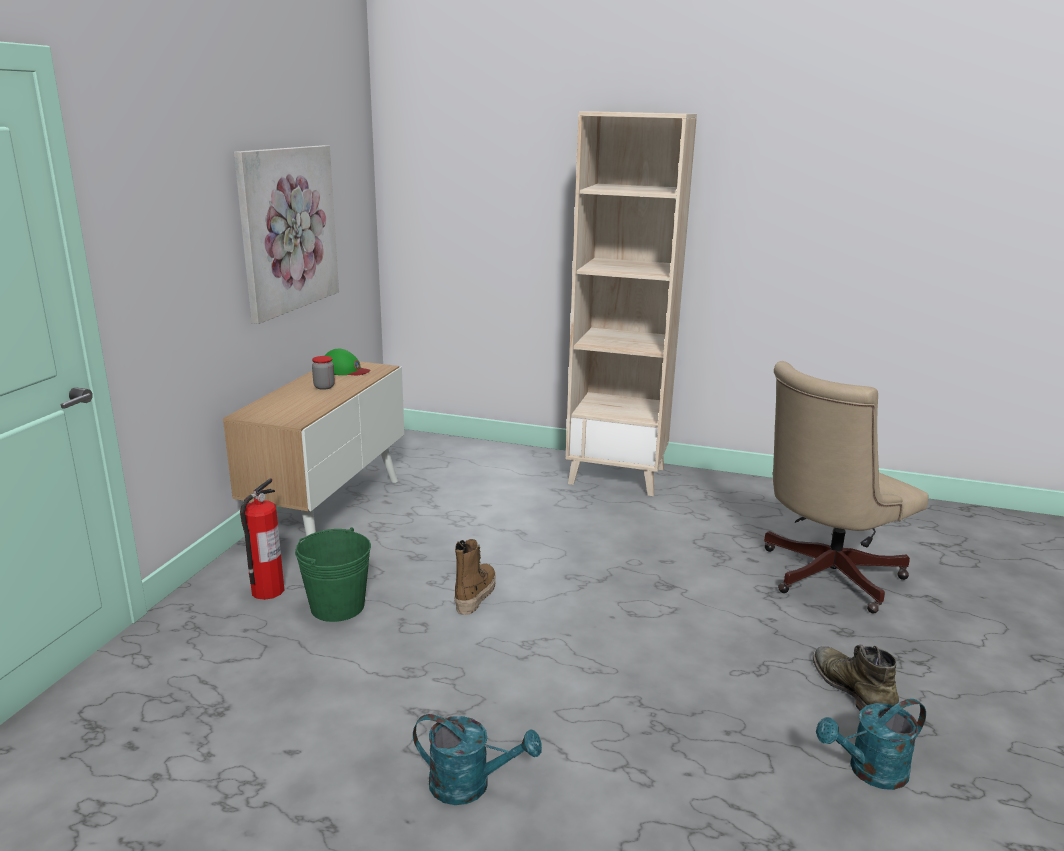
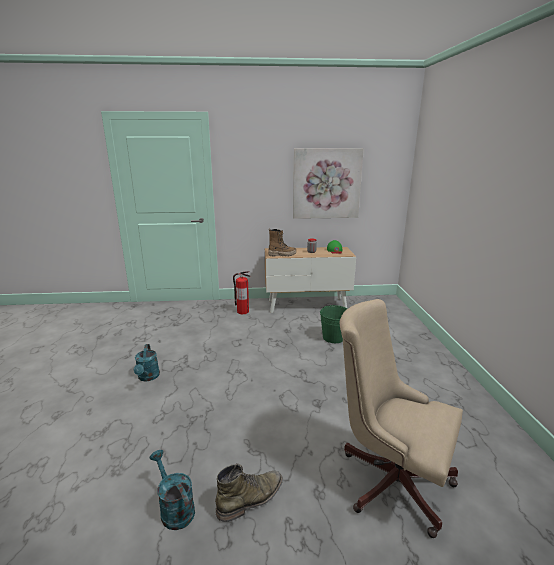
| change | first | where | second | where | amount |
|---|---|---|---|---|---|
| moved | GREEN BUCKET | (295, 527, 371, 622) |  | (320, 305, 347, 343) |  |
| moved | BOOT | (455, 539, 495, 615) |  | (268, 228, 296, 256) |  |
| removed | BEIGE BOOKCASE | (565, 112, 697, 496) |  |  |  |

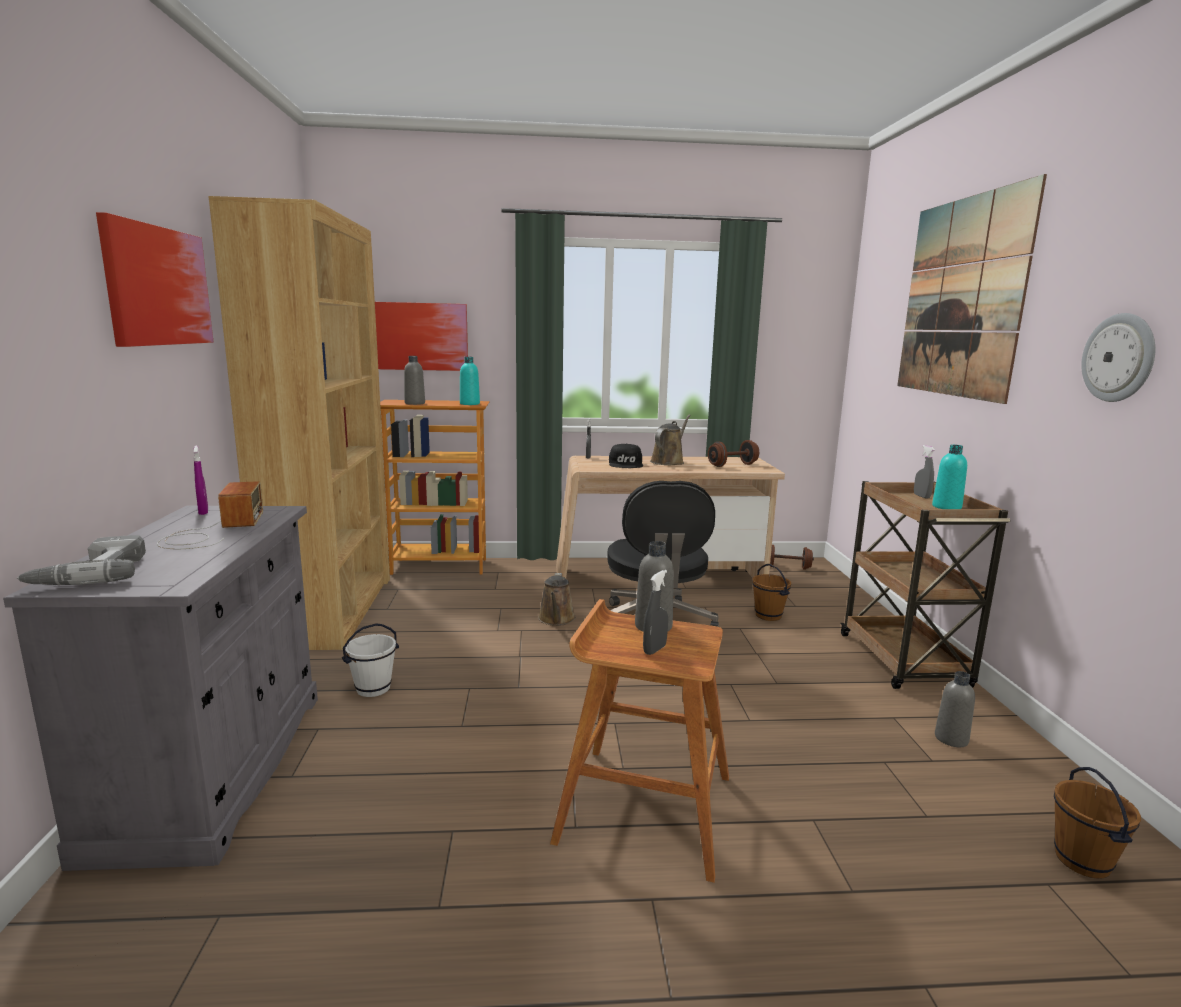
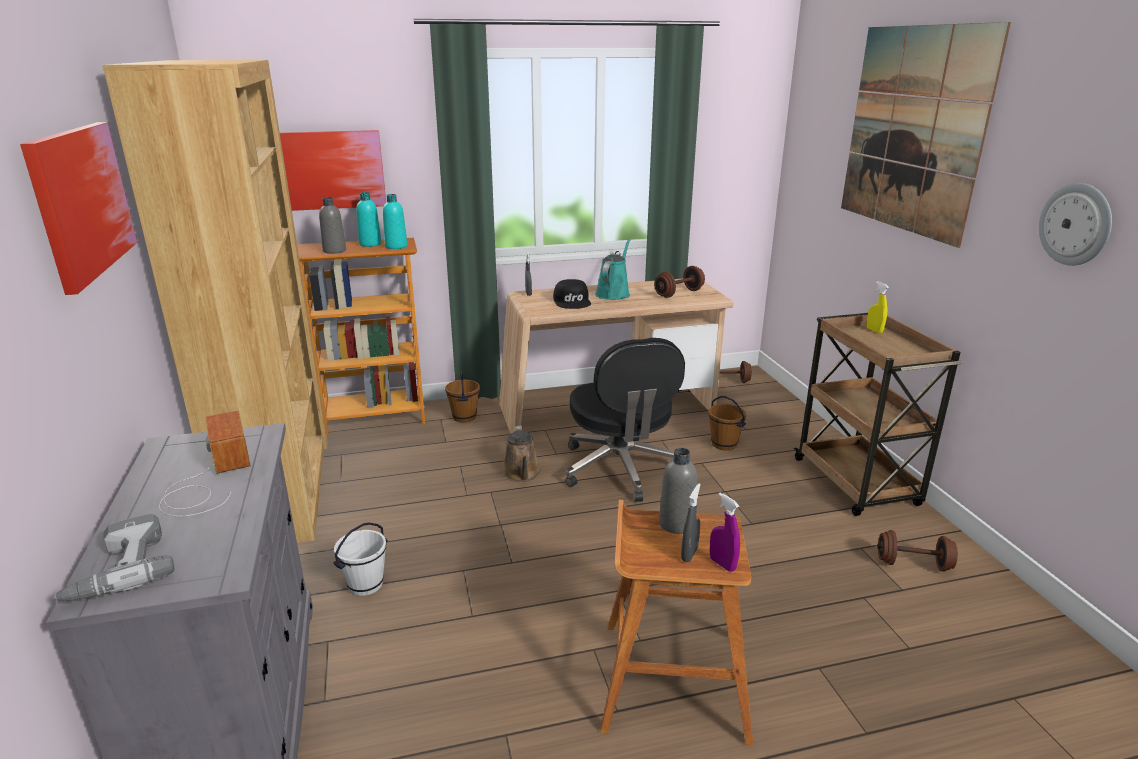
| change | first | where | second | where | amount |
|---|---|---|---|---|---|
| moved | PURPLE SPRAY BOTTLE | (193, 446, 208, 515) |  | (710, 493, 740, 572) |  |
| recoloured | BROWN WATERING CAN | (650, 415, 691, 465) | TURQUOISE WATERING CAN | (595, 239, 630, 300) |  |
| recoloured | GREY SPRAY BOTTLE | (914, 445, 935, 499) | YELLOW SPRAY BOTTLE | (866, 281, 889, 333) |  |
| moved | TURQUOISE BOTTLE | (932, 445, 967, 509) |  | (356, 192, 382, 247) |  |
| replaced | GREY BOTTLE | (935, 671, 975, 747) | BROWN DUMBBELL | (877, 530, 958, 572) |  |
| moved | BROWN BUCKET | (1054, 767, 1141, 879) |  | (445, 371, 480, 422) |  |

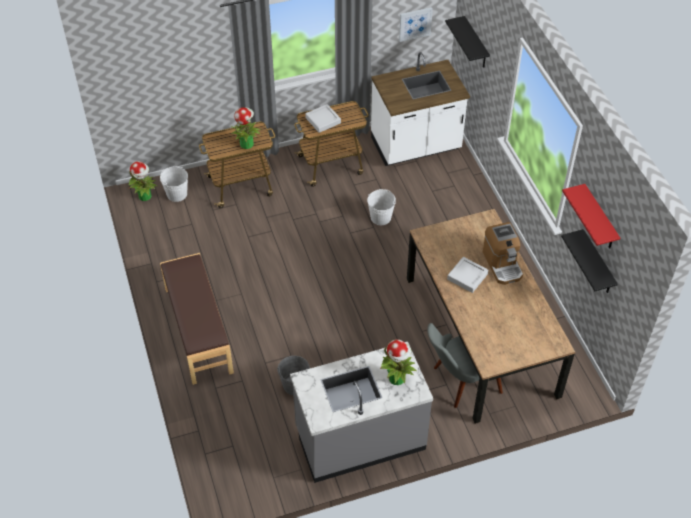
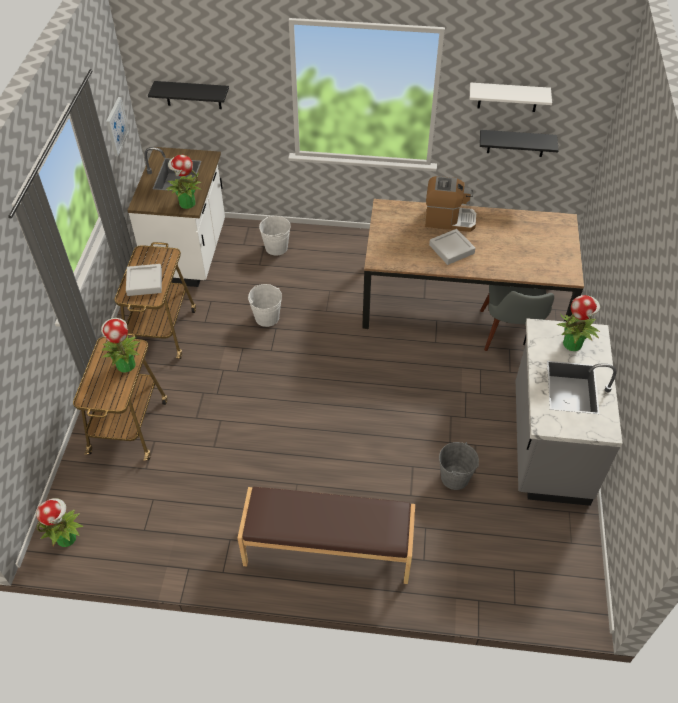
| change | first | where | second | where | amount |
|---|---|---|---|---|---|
| moved | WHITE BUCKET | (160, 167, 188, 202) |  | (259, 216, 291, 256) |  |
| recoloured | RED SHELF | (562, 184, 620, 249) | WHITE SHELF | (470, 83, 552, 112) |  |
| added |  |  | POTTED PLANT | (165, 155, 202, 209) |  |

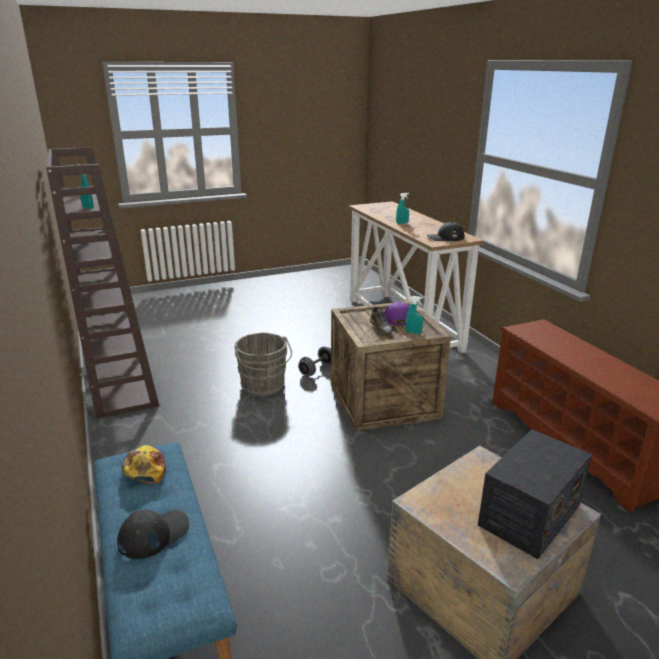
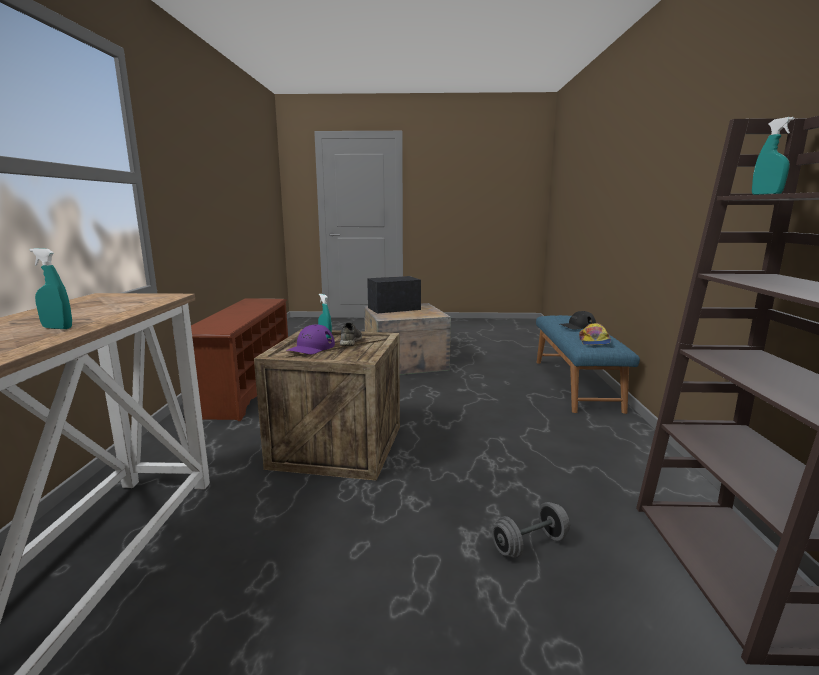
| change | first | where | second | where | amount |
|---|---|---|---|---|---|
| removed | GREY BUCKET | (234, 333, 292, 396) |  |  |  |
| moved | GREY DUMBBELL | (298, 347, 331, 376) |  | (492, 502, 570, 558) |  |
| removed | BLACK CAP | (427, 222, 464, 241) |  |  |  |

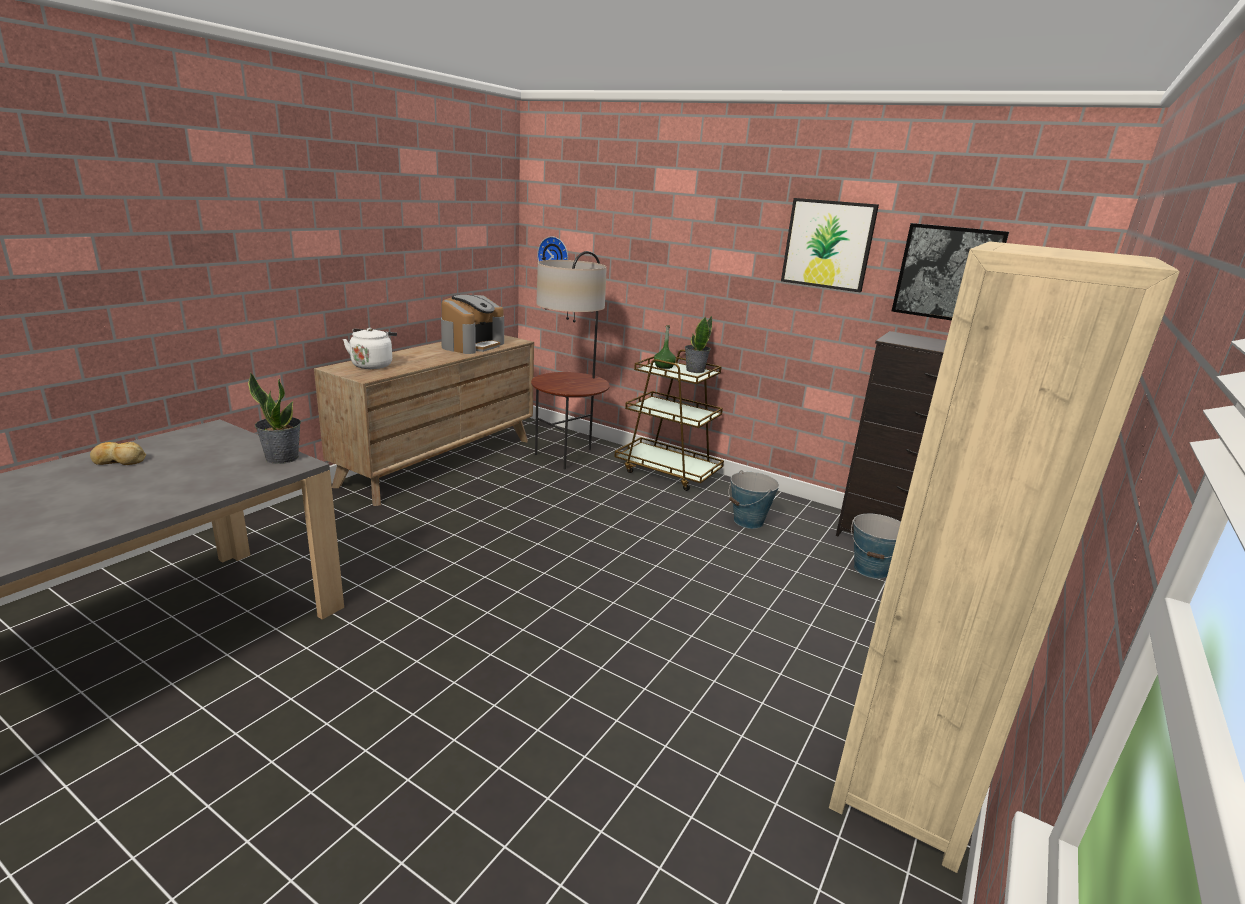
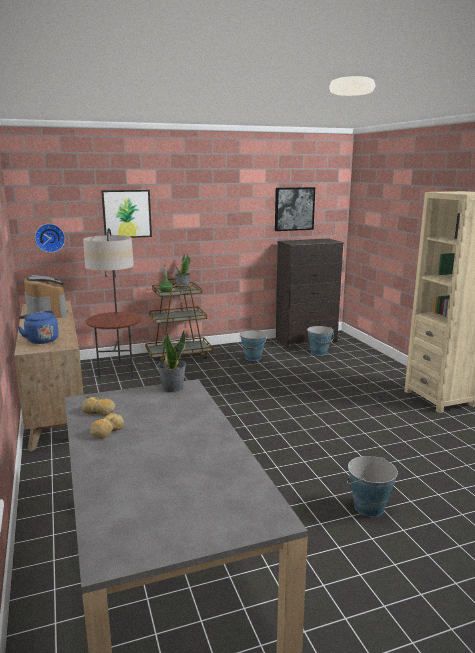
| change | first | where | second | where | amount |
|---|---|---|---|---|---|
| recoloured | WHITE KETTLE | (343, 328, 397, 369) | BLUE KETTLE | (18, 310, 59, 344) |  |
| moved | PICTURE | (781, 198, 879, 292) |  | (101, 190, 152, 238) |  |
| added |  |  | BREAD | (82, 397, 115, 416) |  |
| added |  |  | BUCKET | (347, 456, 398, 517) |  |

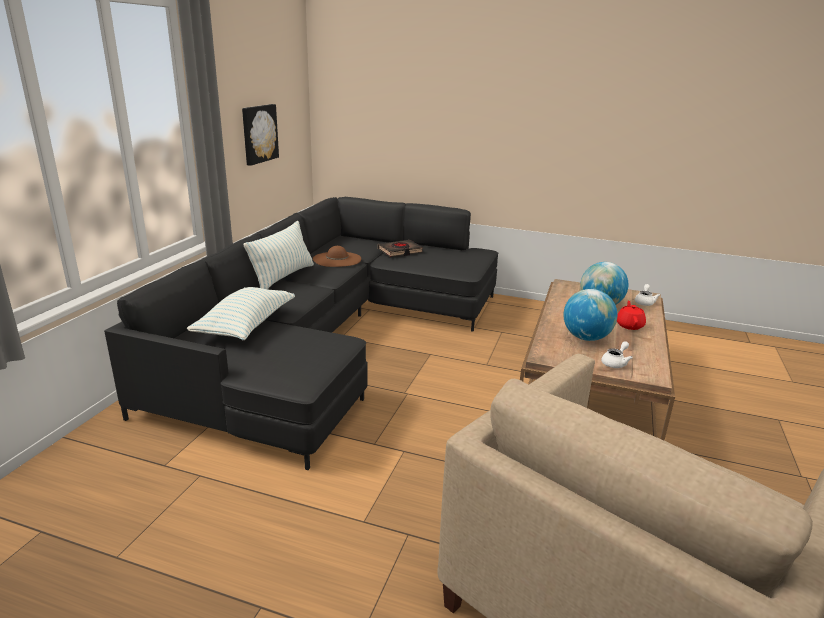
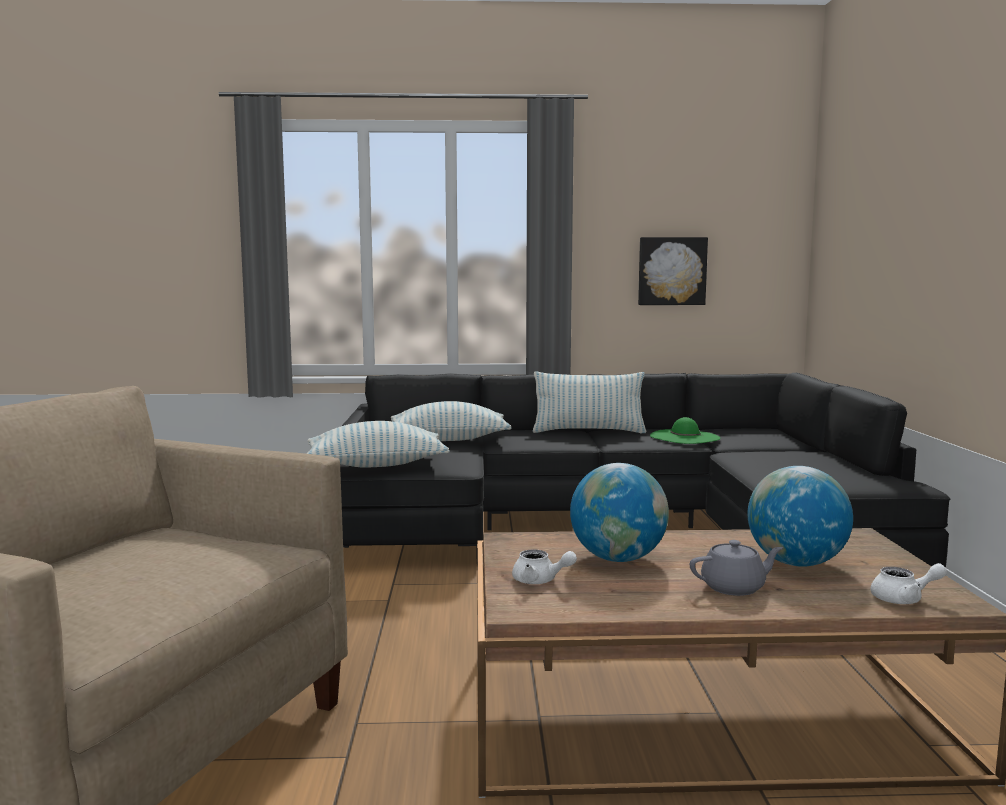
| change | first | where | second | where | amount |
|---|---|---|---|---|---|
| recoloured | BROWN HAT | (313, 246, 361, 267) | GREEN HAT | (650, 417, 721, 444) |  |
| removed | BLACK BOOK | (378, 240, 423, 257) |  |  |  |
| recoloured | RED TEAPOT | (617, 301, 646, 330) | GREY TEAPOT | (690, 540, 783, 596) |  |
| added |  |  | PILLOW | (306, 421, 450, 468) |  |

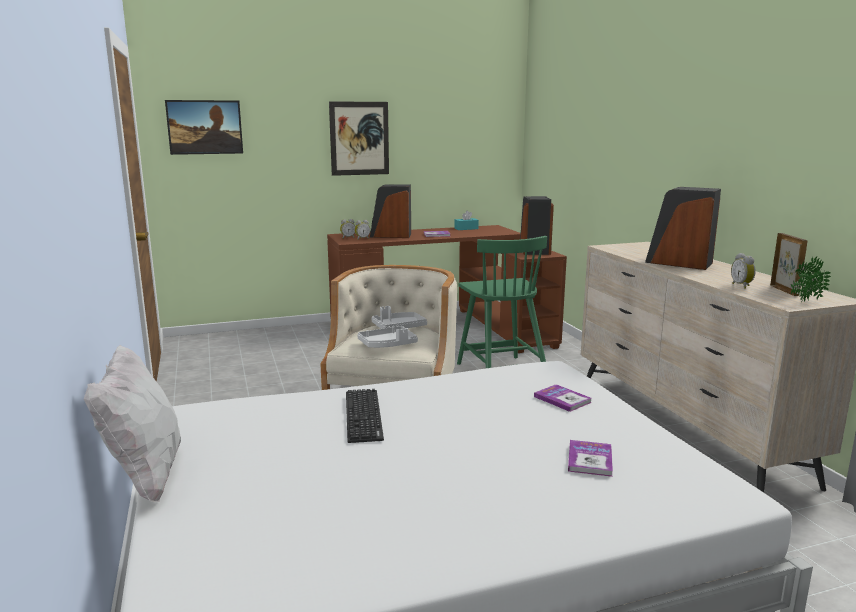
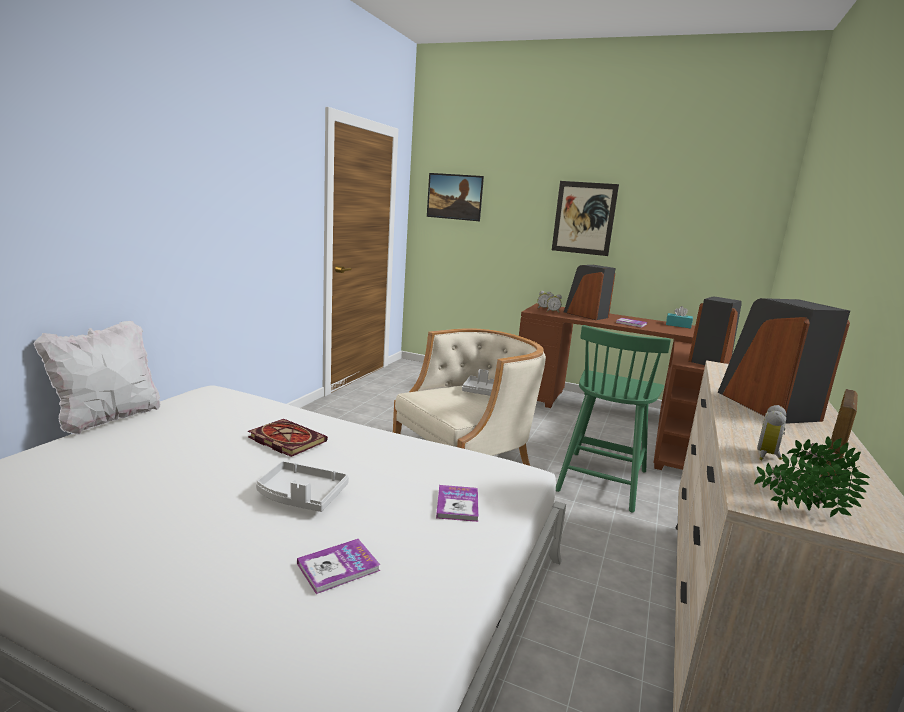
| change | first | where | second | where | amount |
|---|---|---|---|---|---|
| replaced | KEYBOARD | (346, 389, 384, 443) | BOOK | (248, 419, 328, 457) |  |
| moved | GREY TRAY | (357, 326, 418, 348) |  | (256, 461, 349, 512) |  |

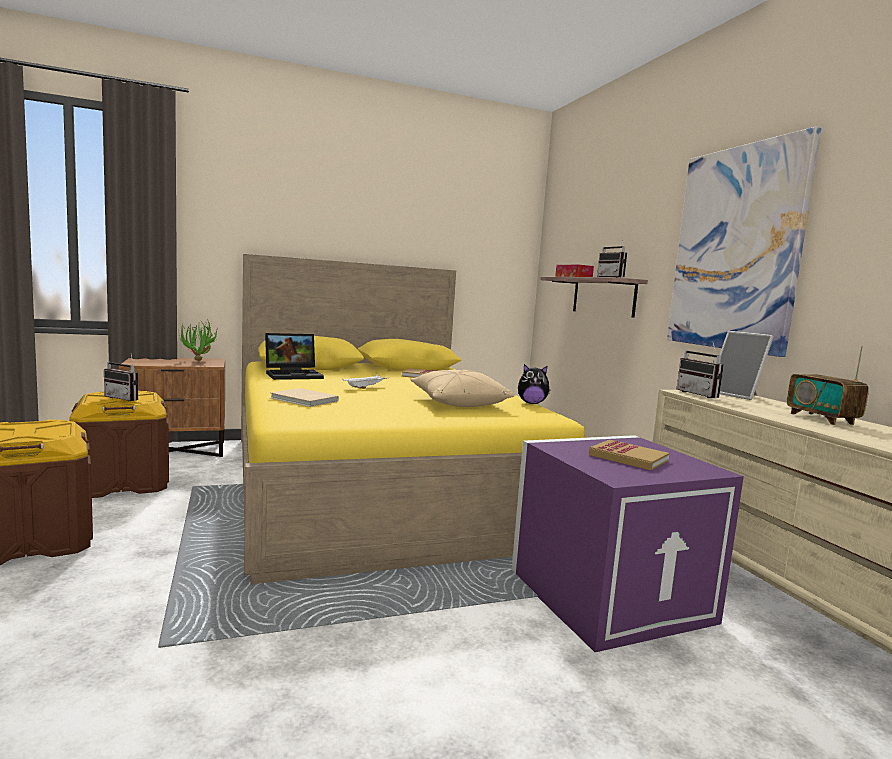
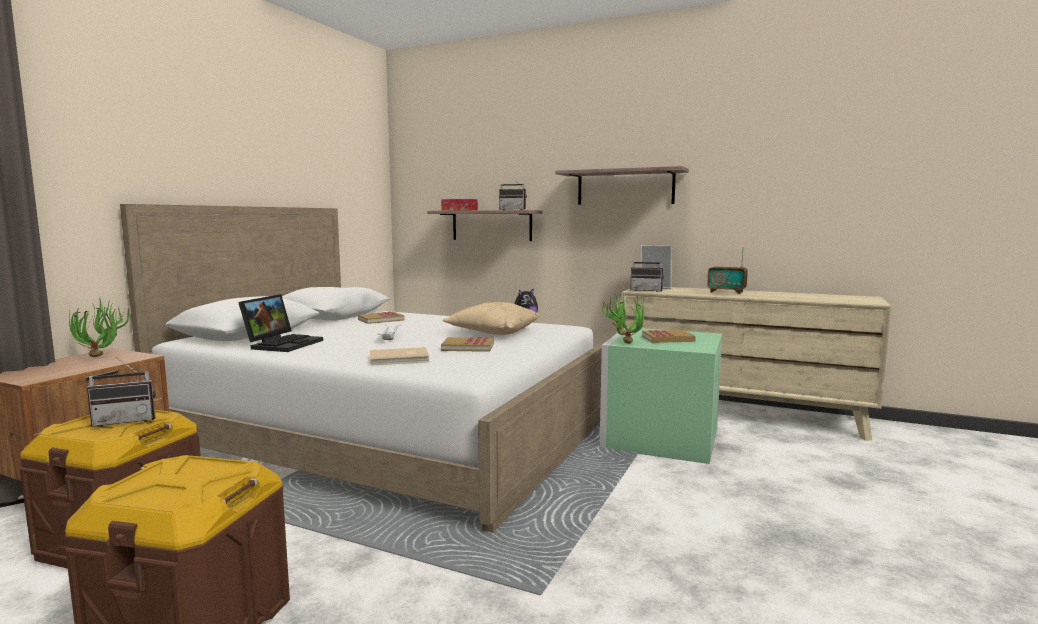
| change | first | where | second | where | amount |
|---|---|---|---|---|---|
| recoloured | YELLOW BED | (241, 254, 585, 584) | WHITE BED | (120, 204, 602, 533) |  |
| recoloured | PURPLE STORAGE BOX | (512, 435, 744, 652) | GREEN STORAGE BOX | (600, 327, 722, 464) |  |
| replaced | PICTURE | (667, 126, 821, 357) | SHELF | (555, 166, 689, 205) |  |
| added |  |  | BOOK | (441, 337, 494, 352) |  |
| added |  |  | POTTED PLANT | (601, 291, 644, 344) |  |

